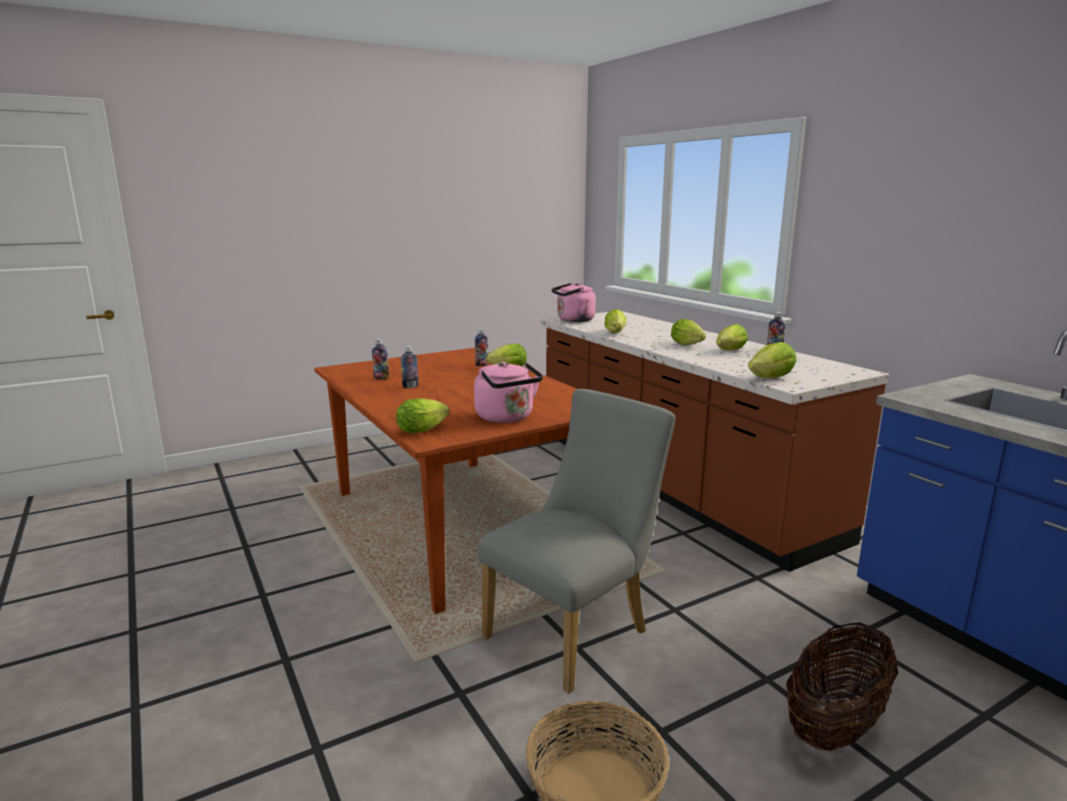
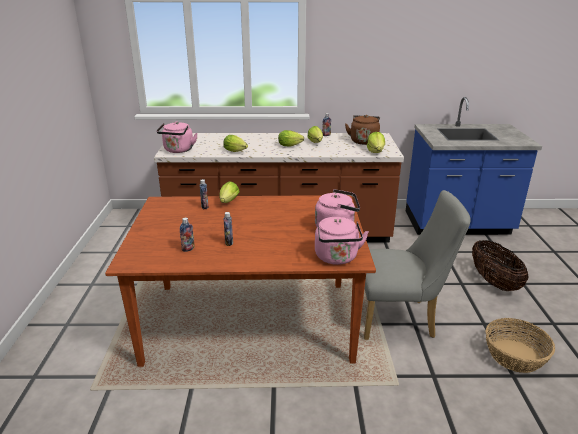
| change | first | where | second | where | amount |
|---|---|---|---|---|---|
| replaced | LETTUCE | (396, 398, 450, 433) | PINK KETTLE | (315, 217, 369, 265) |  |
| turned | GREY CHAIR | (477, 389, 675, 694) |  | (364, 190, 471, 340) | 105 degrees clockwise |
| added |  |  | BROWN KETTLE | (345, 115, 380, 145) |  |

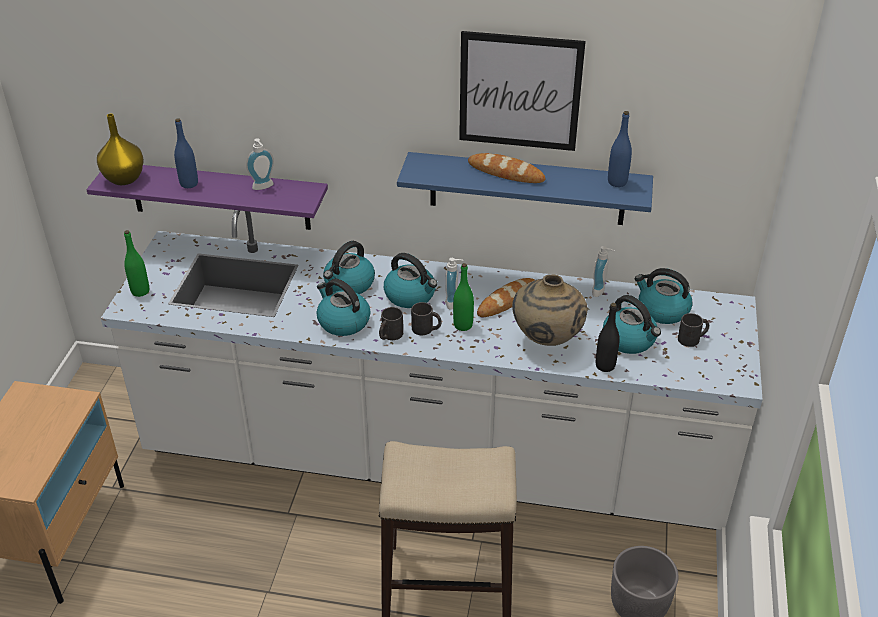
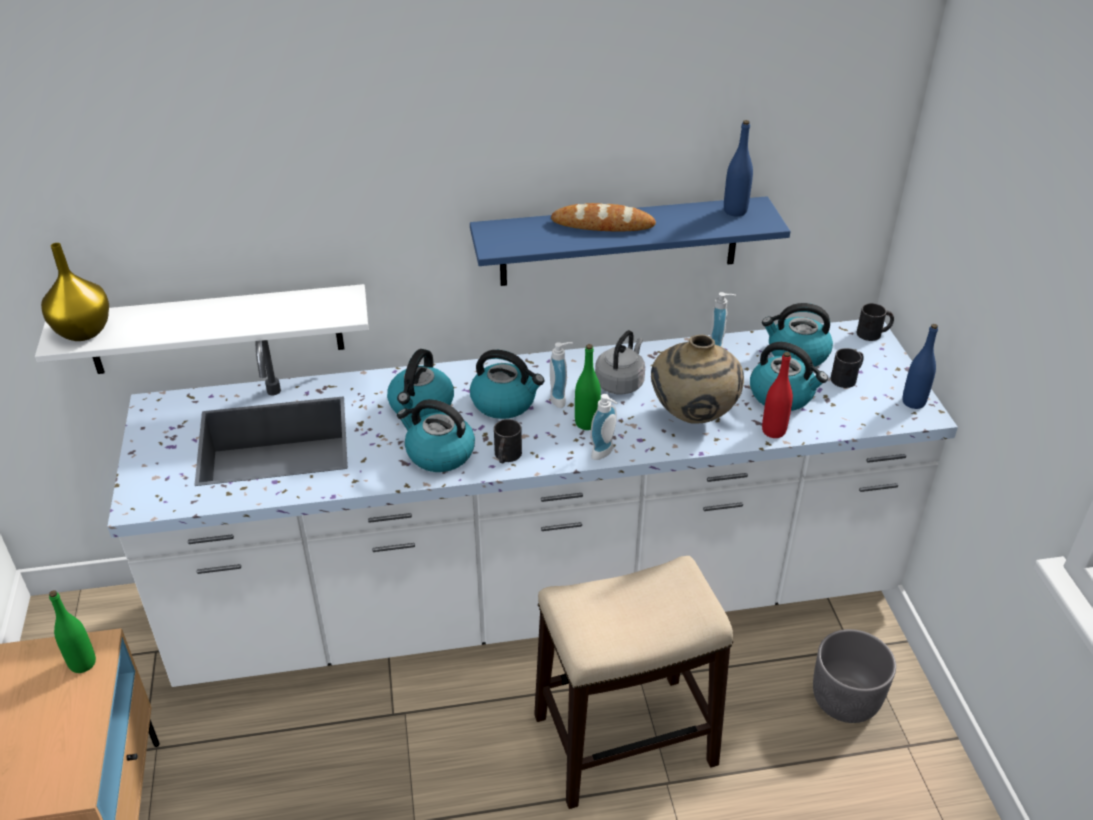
| change | first | where | second | where | amount |
|---|---|---|---|---|---|
| recoloured | PURPLE SHELF | (87, 165, 328, 230) | WHITE SHELF | (35, 284, 368, 374) |  |
| moved | GREEN BOTTLE | (124, 230, 149, 297) |  | (49, 590, 96, 673) |  |
| moved | BLUE BOTTLE | (174, 118, 198, 188) |  | (902, 324, 938, 409) |  |
| moved | SOAP DISPENSER | (246, 138, 274, 190) |  | (590, 394, 617, 460) |  |
| moved | BLACK MUG | (411, 302, 442, 335) |  | (856, 303, 894, 341) |  |
| removed | PICTURE | (459, 31, 586, 151) |  |  |  |
| replaced | BREAD | (477, 278, 534, 317) | GREY KETTLE | (595, 330, 645, 394) |  |
| recoloured | BLACK BOTTLE | (596, 303, 620, 372) | RED BOTTLE | (762, 352, 793, 438) |  |

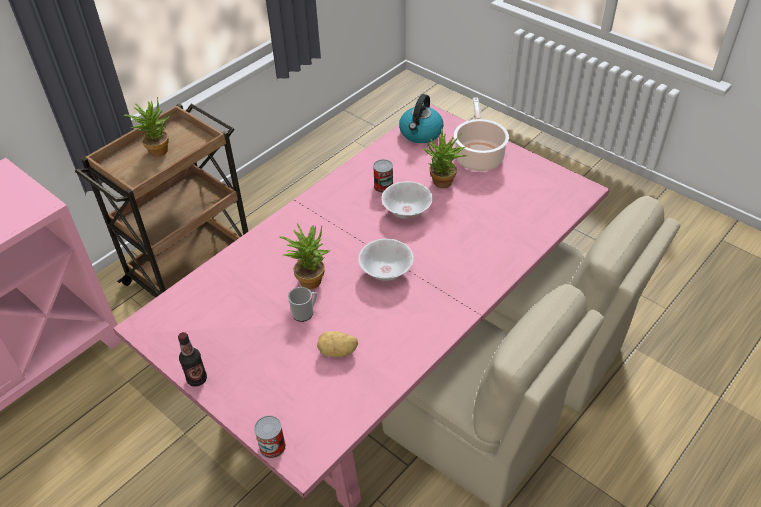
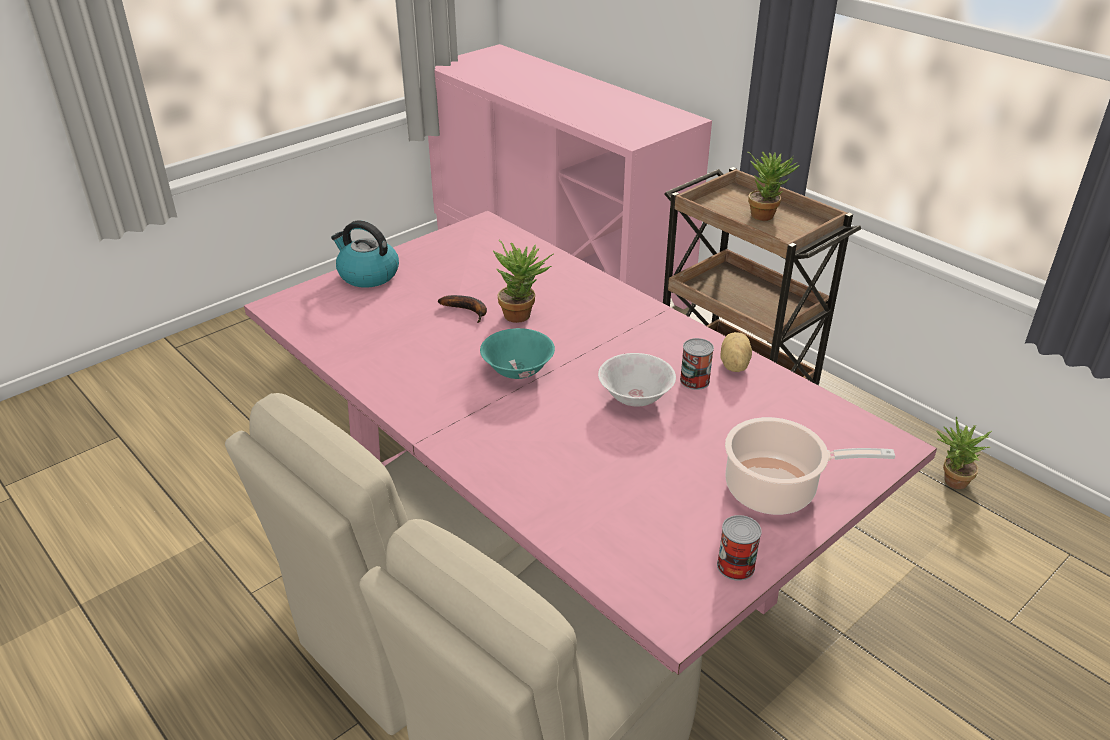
| change | first | where | second | where | amount |
|---|---|---|---|---|---|
| removed | BOTTLE | (178, 332, 207, 387) |  |  |  |
| moved | CAN | (254, 415, 286, 459) |  | (717, 515, 762, 581) |  |
| replaced | MUG | (288, 287, 317, 322) | BANANA | (438, 295, 487, 323) |  |
| moved | POTATO | (317, 331, 358, 357) |  | (720, 332, 752, 372) |  |
| recoloured | WHITE BOWL | (358, 239, 414, 281) | TURQUOISE BOWL | (480, 328, 555, 379) |  |
| moved | KETTLE | (399, 94, 444, 143) |  | (331, 220, 399, 288) |  |
| moved | POTTED PLANT | (424, 129, 467, 188) |  | (936, 417, 992, 489) |  |

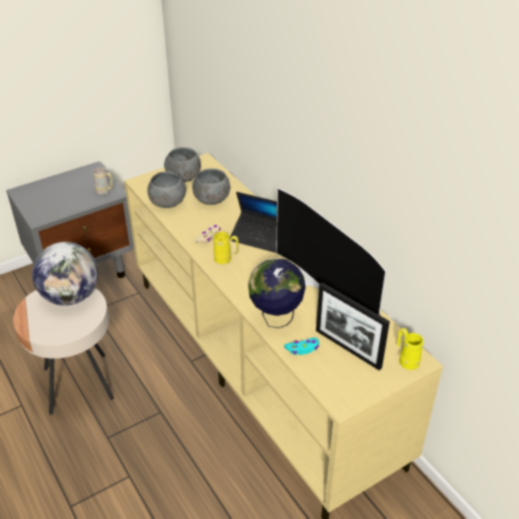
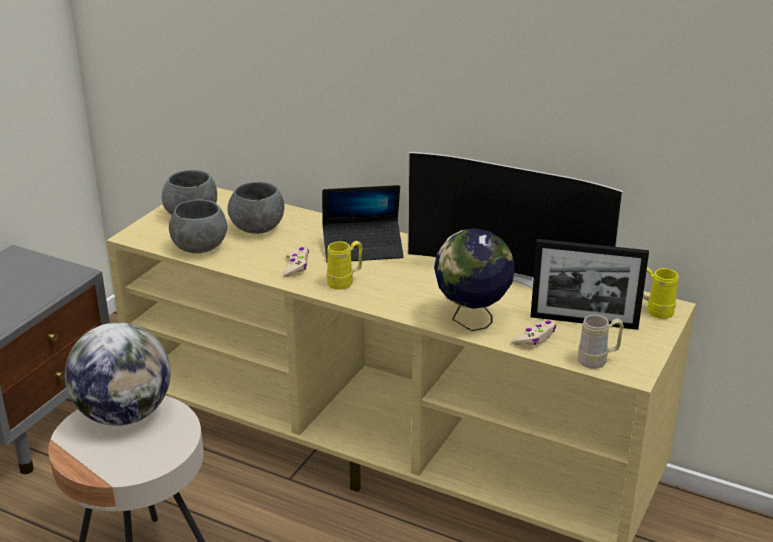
| change | first | where | second | where | amount |
|---|---|---|---|---|---|
| moved | BEIGE MUG | (93, 168, 113, 195) |  | (578, 315, 624, 369) |  |
| recoloured | TURQUOISE GAME CONTROLLER | (284, 337, 319, 355) | BEIGE GAME CONTROLLER | (512, 321, 556, 346) |  |

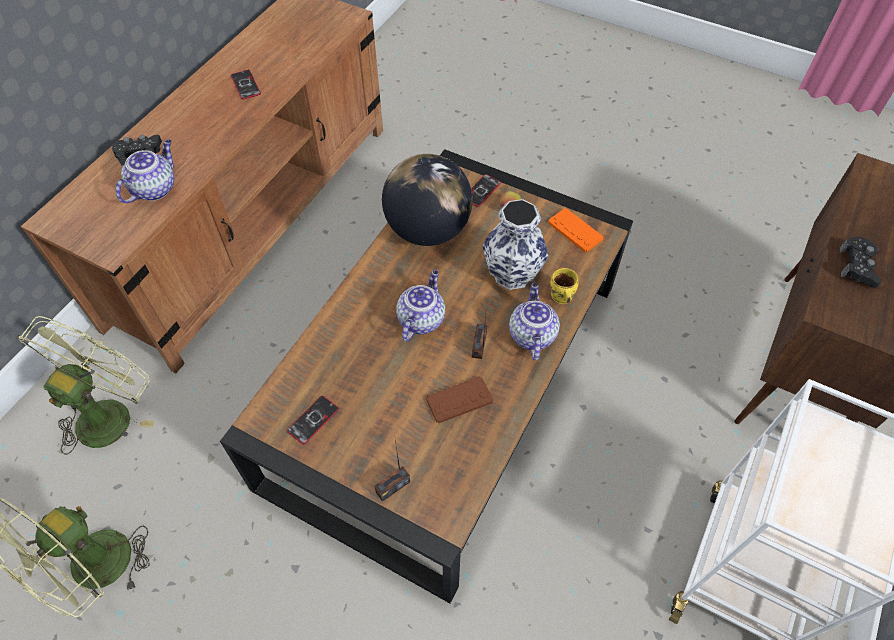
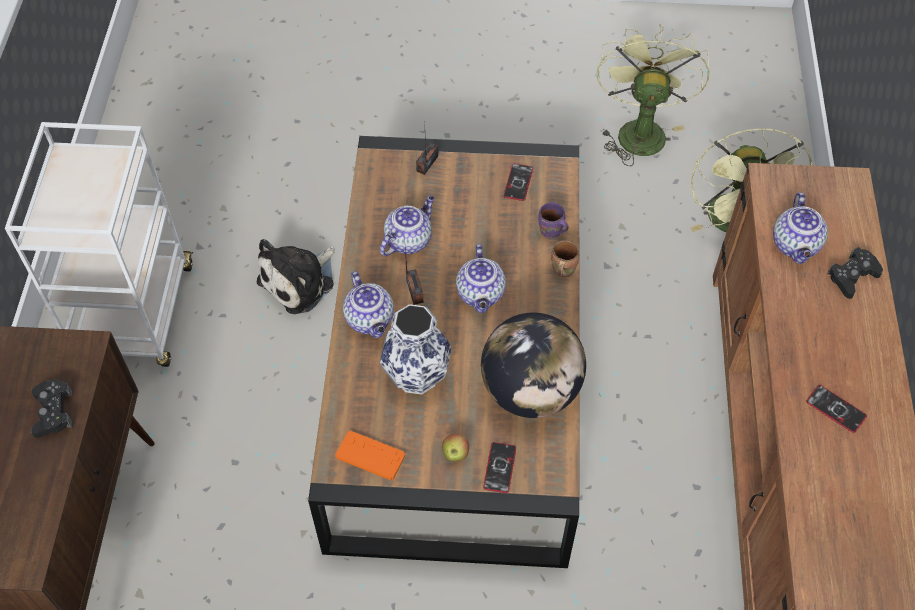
| change | first | where | second | where | amount |
|---|---|---|---|---|---|
| replaced | BROWN GAME CONTROLLER | (426, 376, 493, 423) | TEAPOT | (380, 196, 434, 256) |  |
| removed | YELLOW MUG | (550, 268, 579, 304) |  |  |  |
| added |  |  | PLUSH TOY | (257, 239, 335, 314) |  |
| added |  |  | PURPLE MUG | (538, 202, 569, 239) |  |
| added |  |  | BROWN MUG | (551, 240, 580, 278) |  |

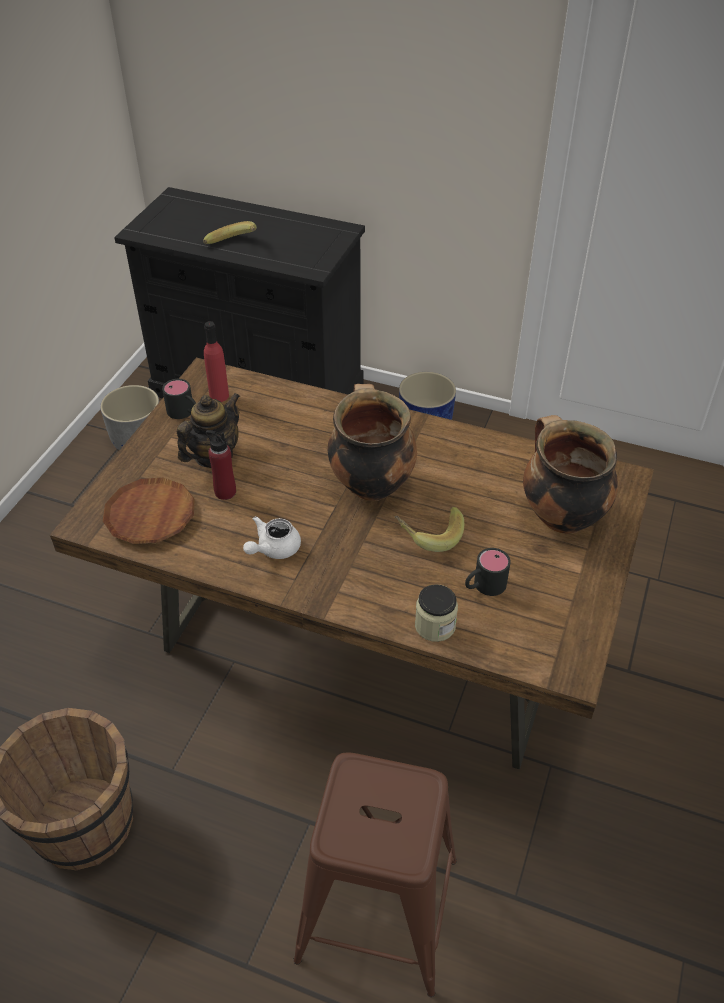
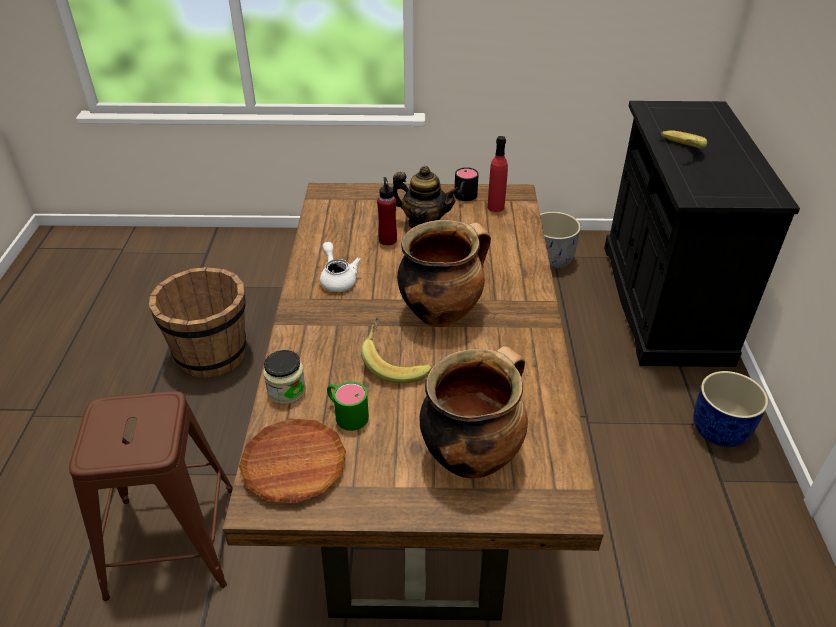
| change | first | where | second | where | amount |
|---|---|---|---|---|---|
| moved | BROWN PLATE | (103, 478, 195, 544) |  | (239, 419, 346, 503) |  |
| turned | WHITE TEAPOT | (243, 516, 301, 559) |  | (320, 242, 361, 292) | 45 degrees clockwise |
| recoloured | BLACK MUG | (465, 548, 511, 596) | GREEN MUG | (327, 381, 369, 431) |  |

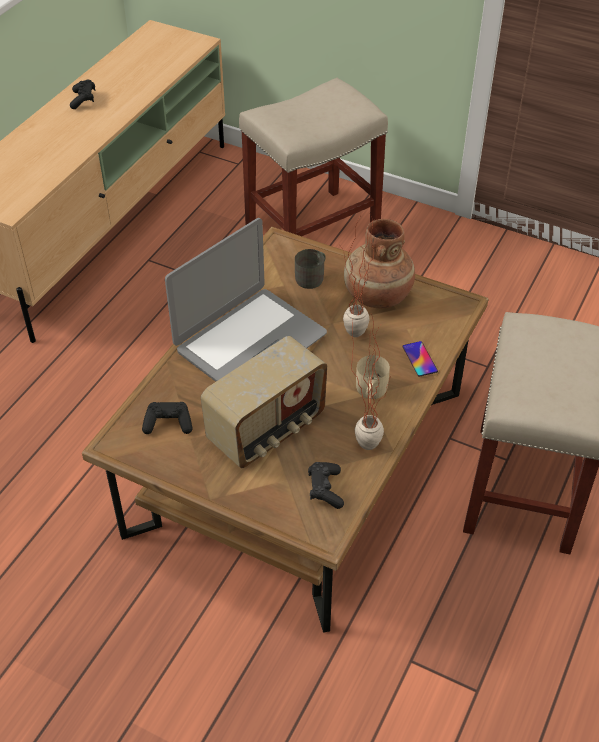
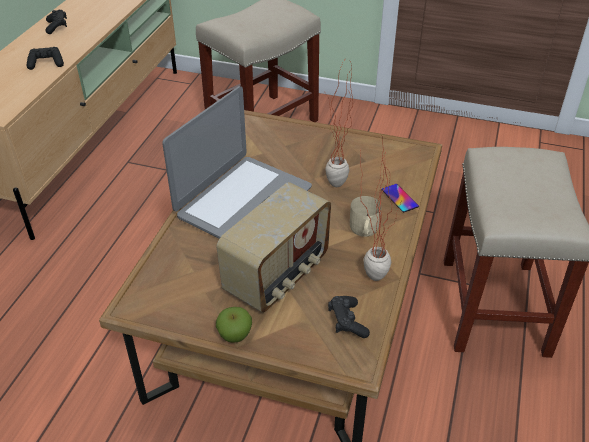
| change | first | where | second | where | amount |
|---|---|---|---|---|---|
| moved | BLACK GAME CONTROLLER | (142, 402, 192, 434) |  | (27, 47, 64, 70) |  |
| removed | GREY MUG | (295, 249, 326, 289) |  |  |  |
| removed | BROWN VASE | (344, 219, 415, 308) |  |  |  |
| added |  |  | APPLE | (216, 307, 252, 343) |  |

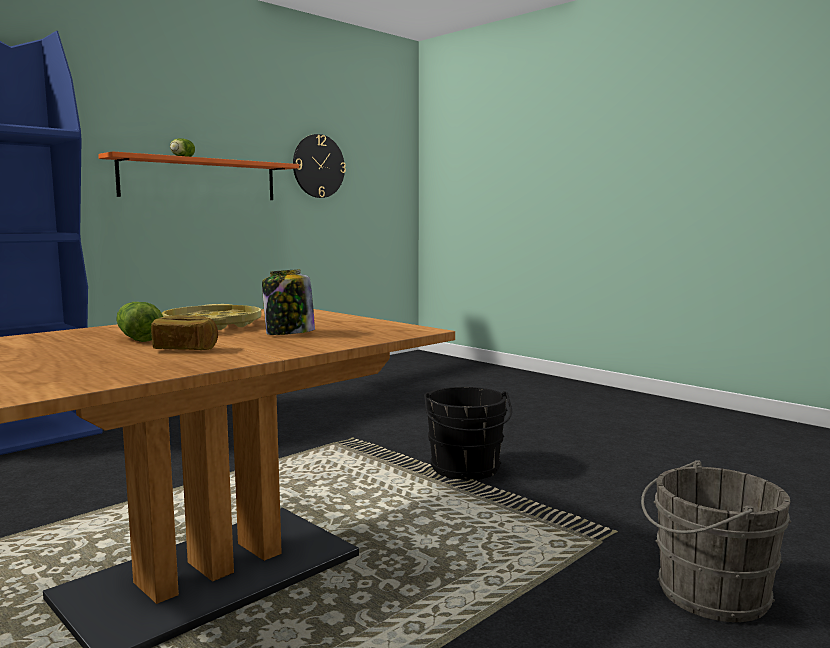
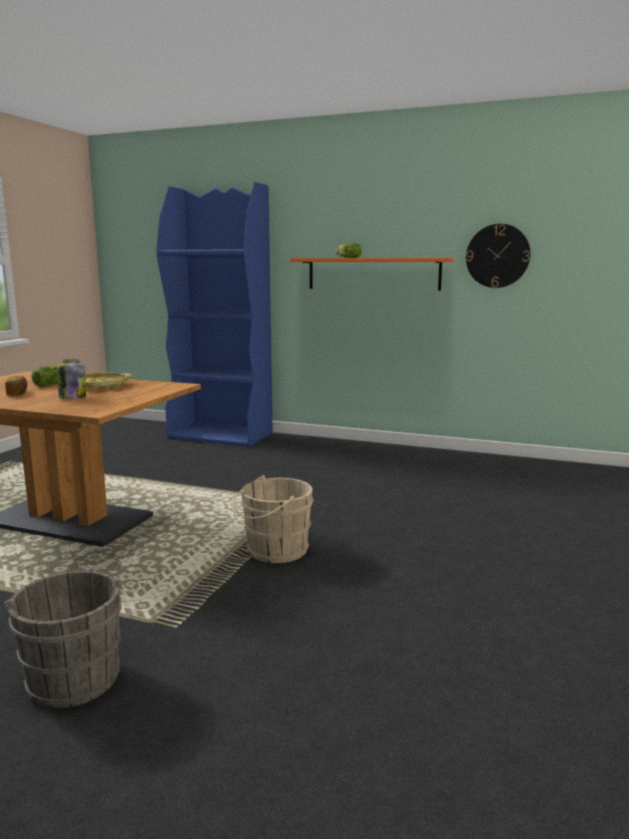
| change | first | where | second | where | amount |
|---|---|---|---|---|---|
| recoloured | BLACK BUCKET | (424, 387, 512, 480) | BEIGE BUCKET | (233, 475, 314, 563) |  |

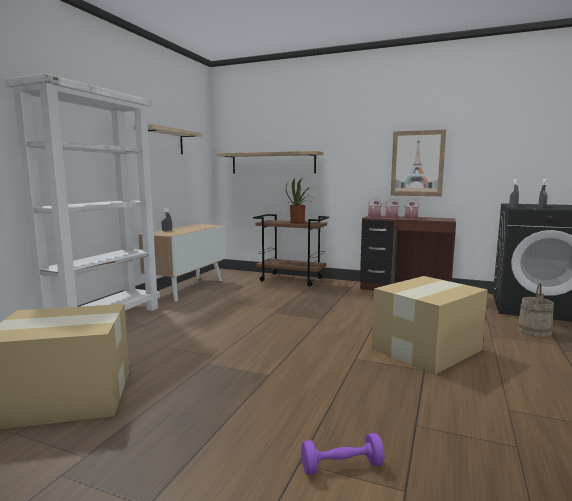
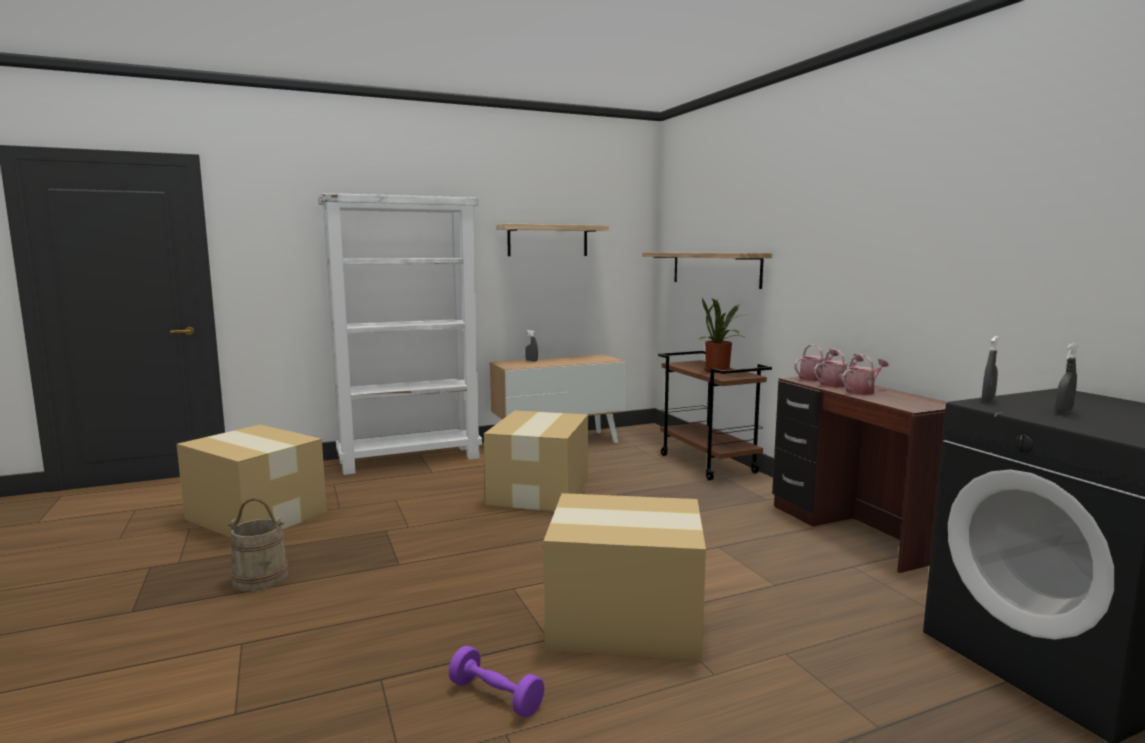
| change | first | where | second | where | amount |
|---|---|---|---|---|---|
| moved | PURPLE DUMBBELL | (301, 433, 385, 475) |  | (449, 646, 544, 718) |  |
| removed | PICTURE | (391, 130, 446, 196) |  |  |  |
| moved | BEIGE BUCKET | (517, 283, 554, 337) |  | (228, 498, 288, 591) |  |
| added |  |  | CARDBOARD BOX | (484, 411, 588, 511) |  |

